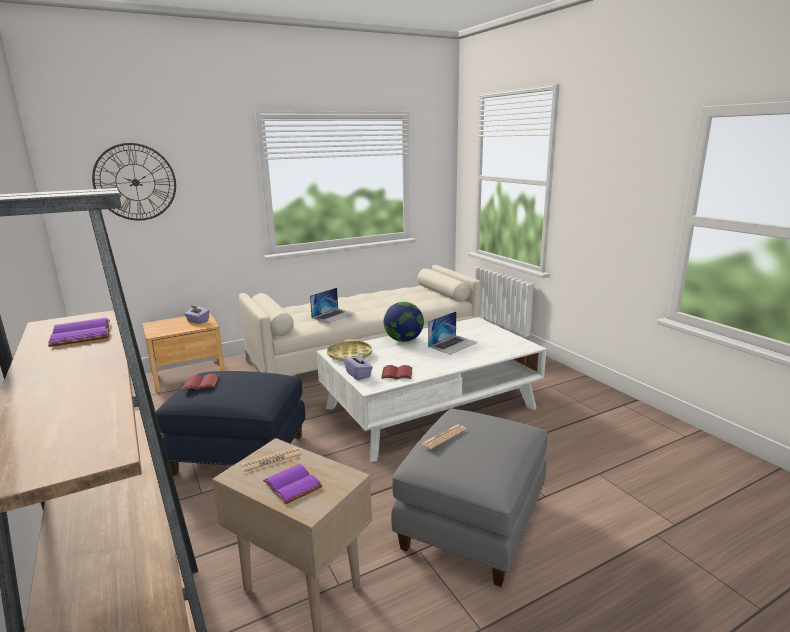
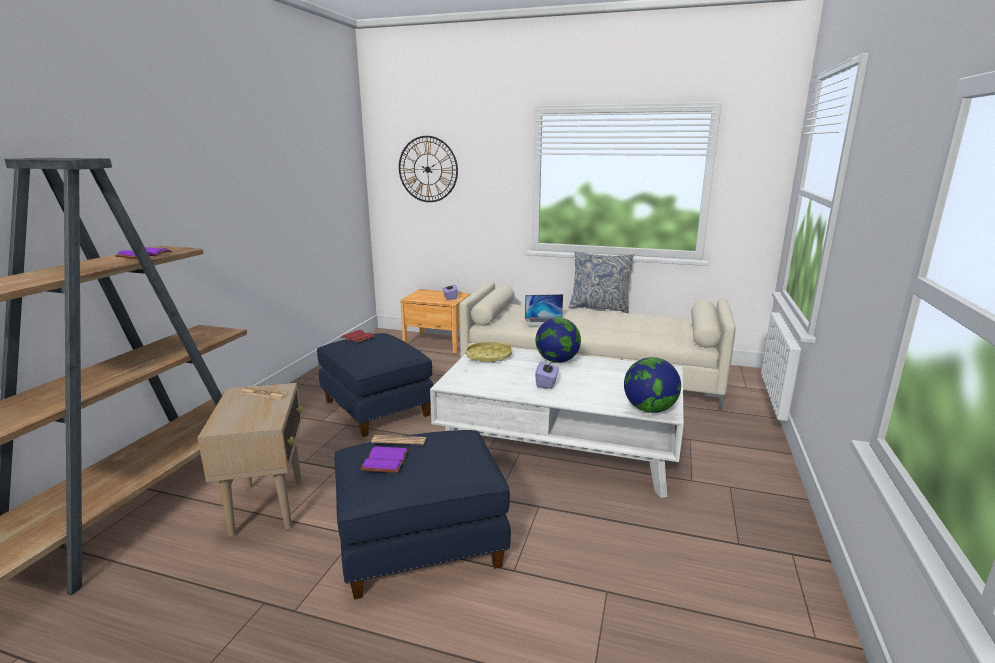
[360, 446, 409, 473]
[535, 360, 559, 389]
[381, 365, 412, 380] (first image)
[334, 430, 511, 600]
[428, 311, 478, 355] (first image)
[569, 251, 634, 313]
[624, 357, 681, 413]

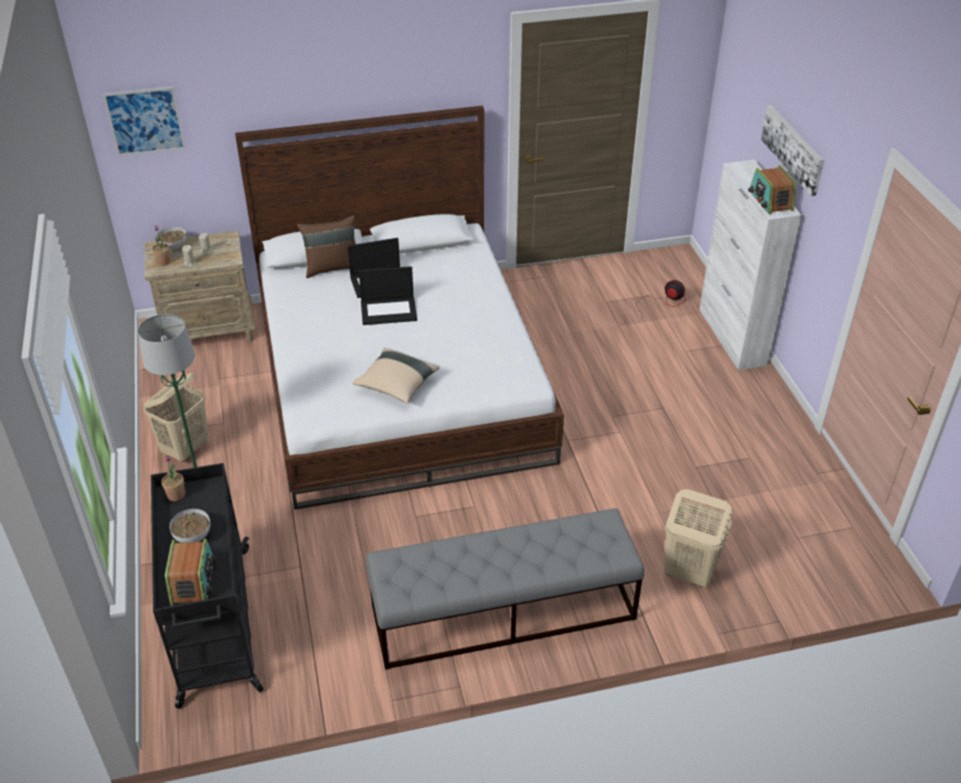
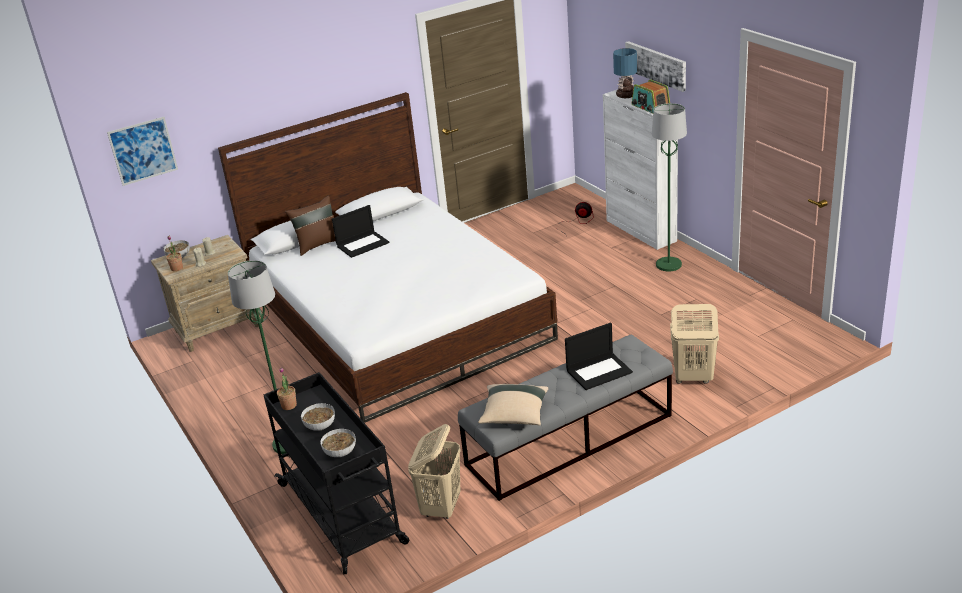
[408, 424, 461, 519]
[320, 429, 356, 457]
[478, 384, 548, 425]
[565, 323, 633, 390]
[613, 48, 637, 98]
[652, 103, 687, 271]

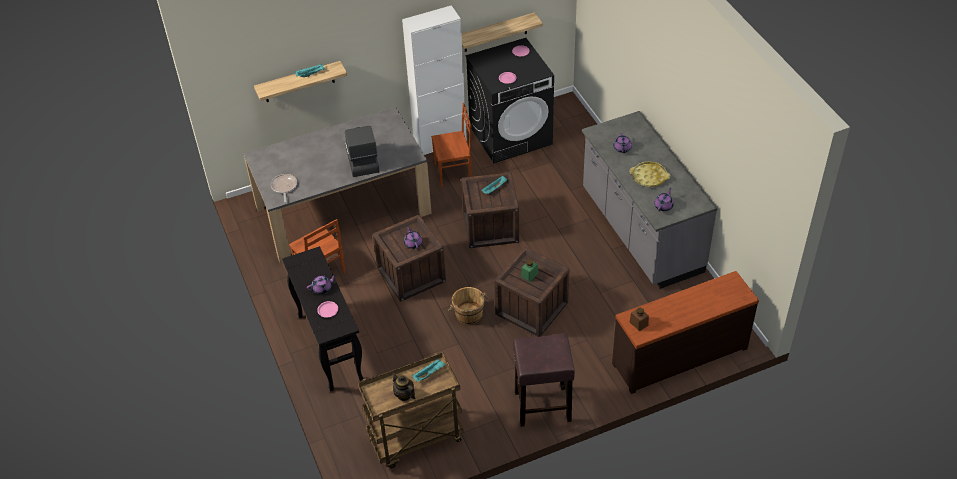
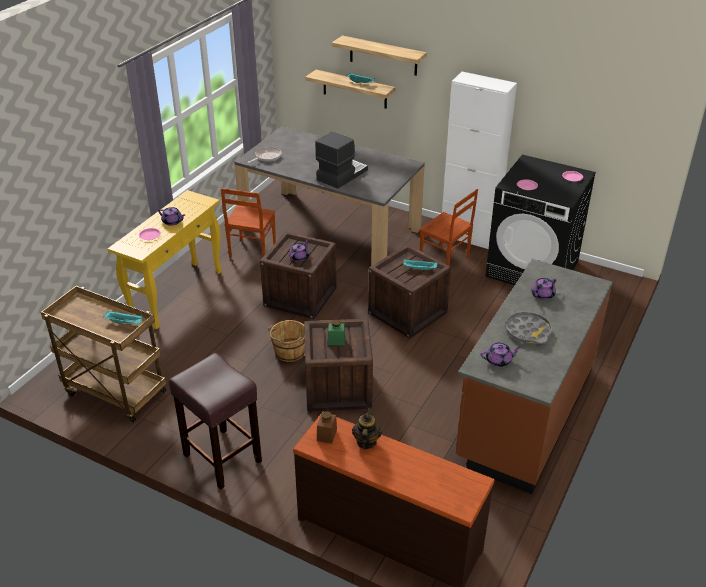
[108, 190, 222, 329]
[352, 407, 382, 450]
[332, 35, 427, 76]
[456, 259, 613, 494]
[505, 310, 552, 344]

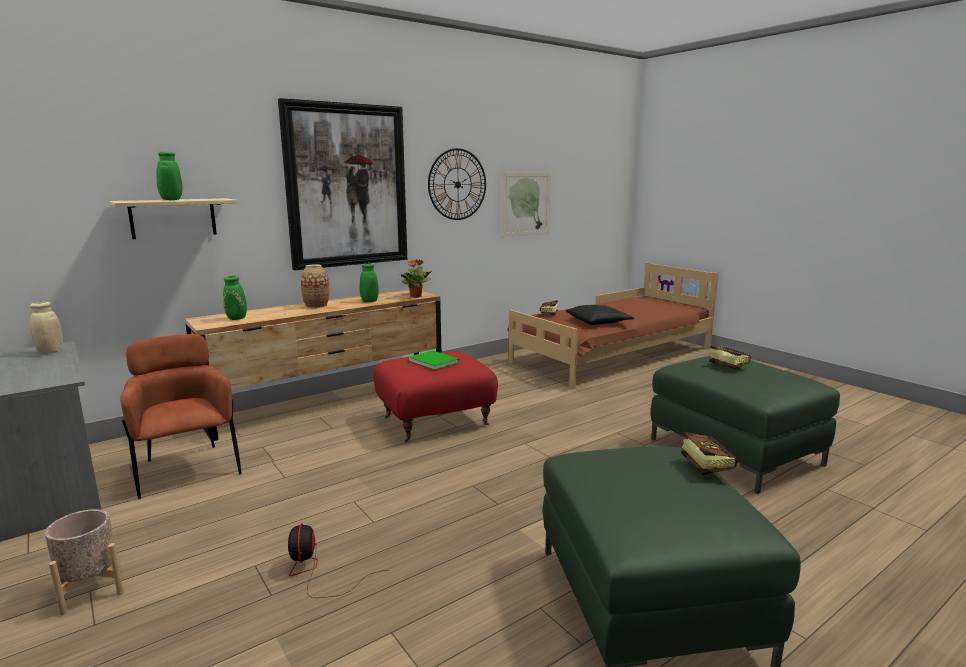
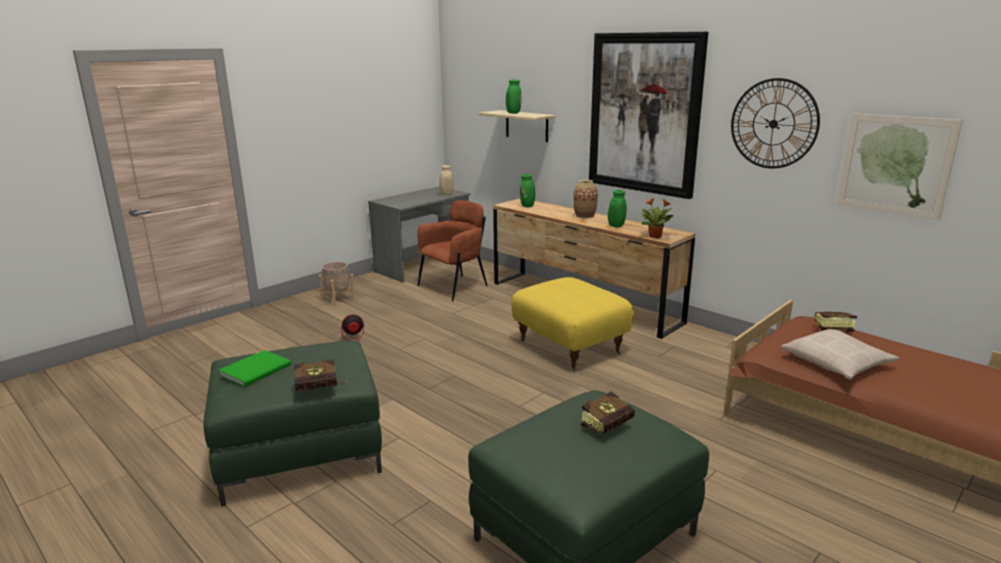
[511, 277, 634, 371]
[219, 350, 291, 387]
[781, 329, 899, 380]

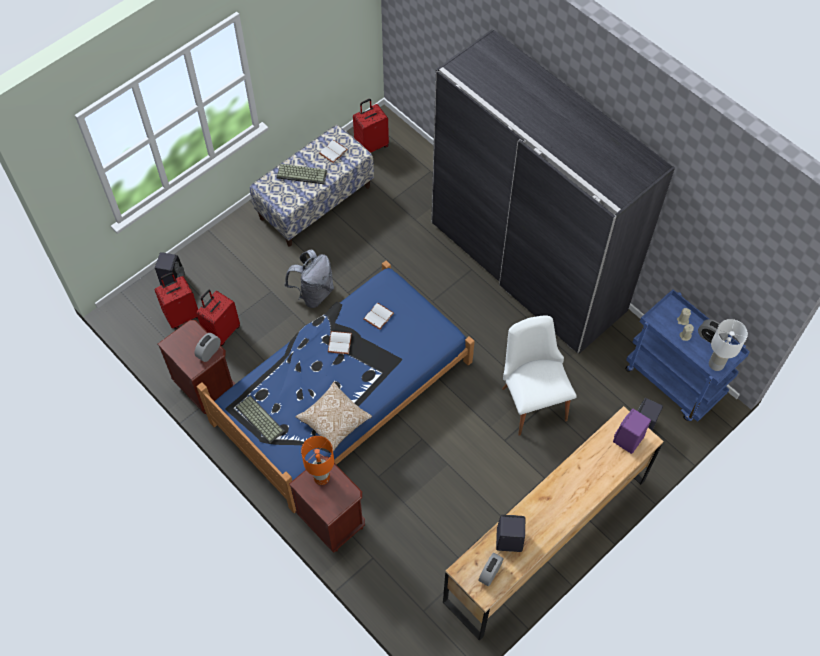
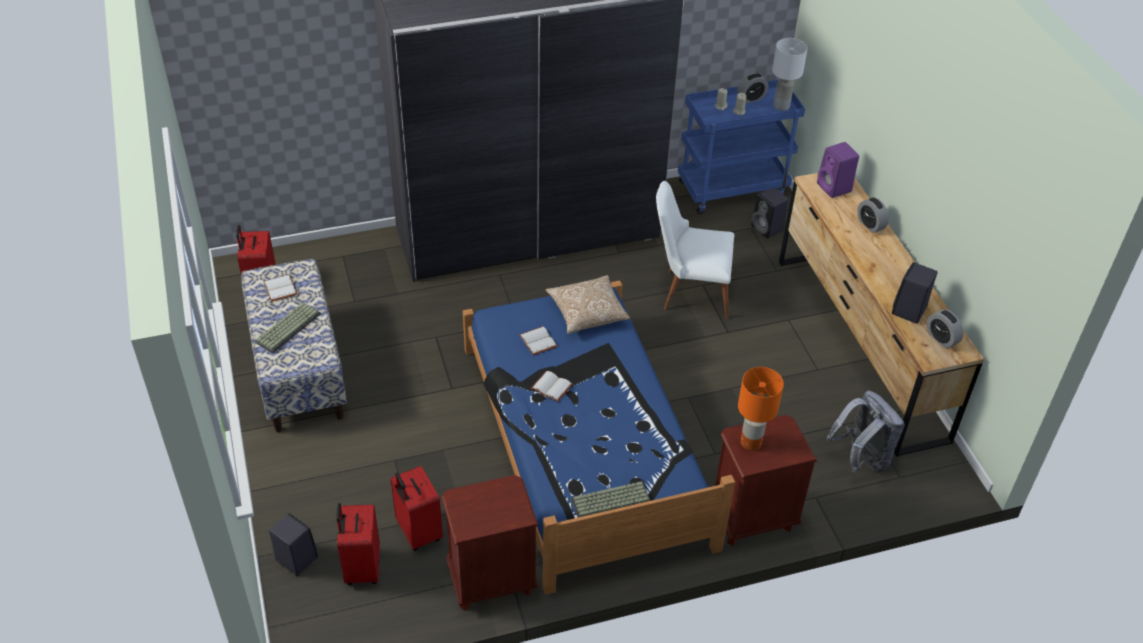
[857, 197, 889, 233]
[827, 391, 905, 474]
[546, 275, 630, 334]

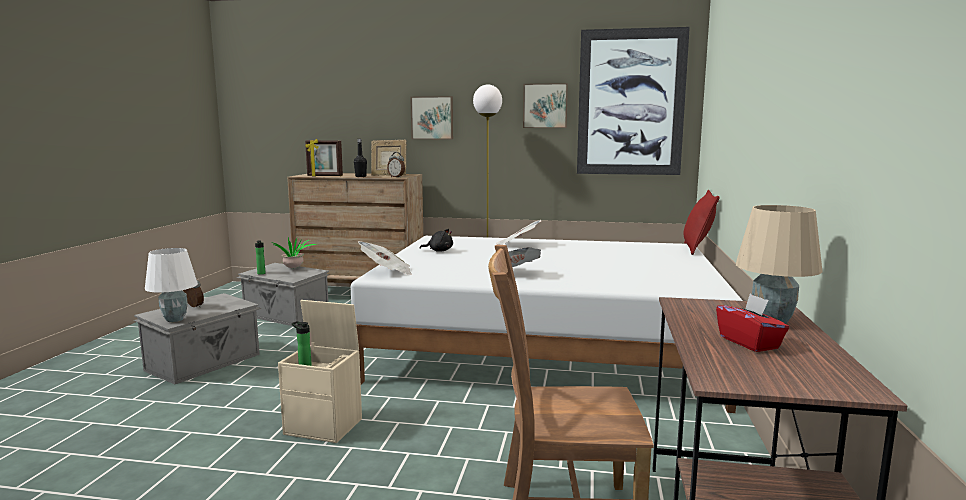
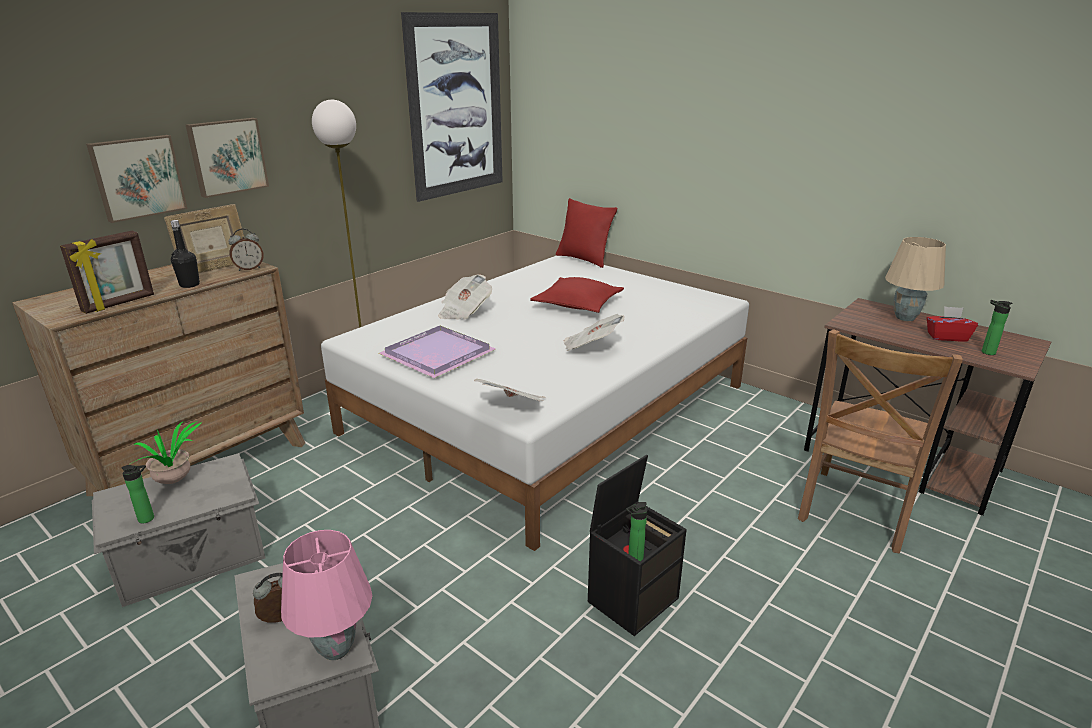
[281, 530, 372, 660]
[588, 455, 687, 636]
[378, 326, 496, 378]
[86, 135, 188, 223]
[530, 277, 624, 313]
[982, 300, 1013, 355]

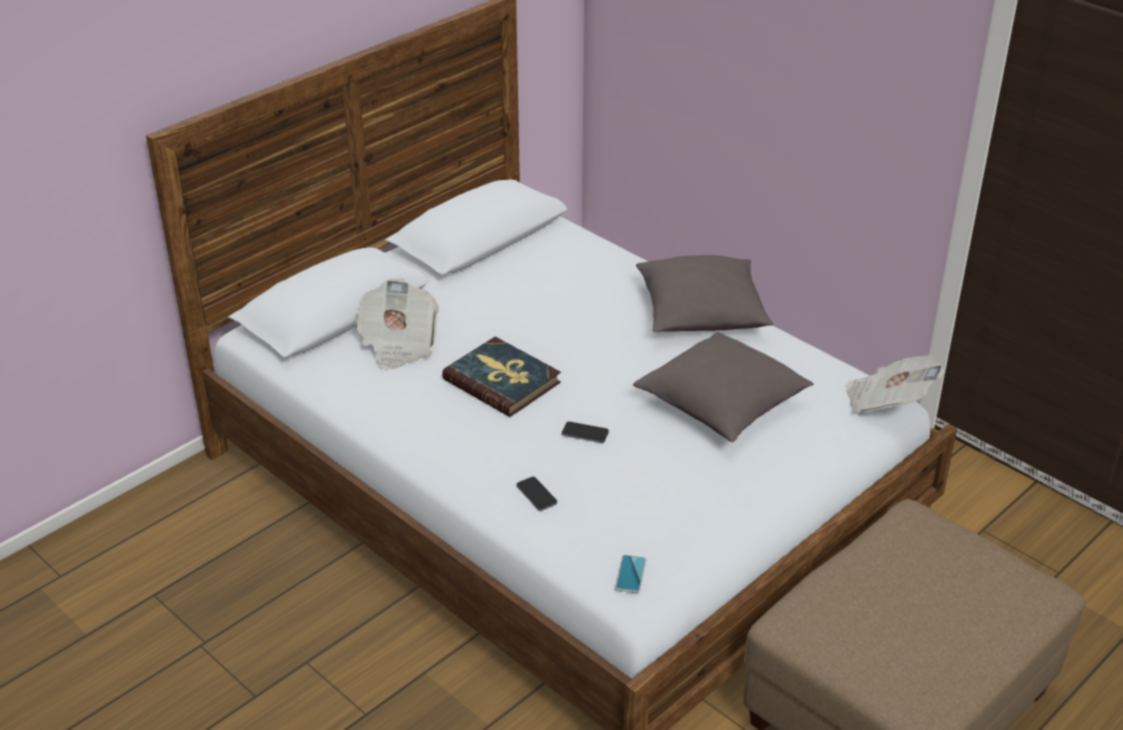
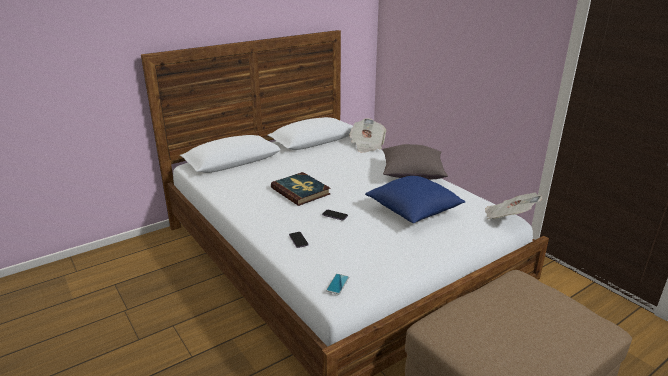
[349, 118, 386, 153]
[365, 176, 466, 223]

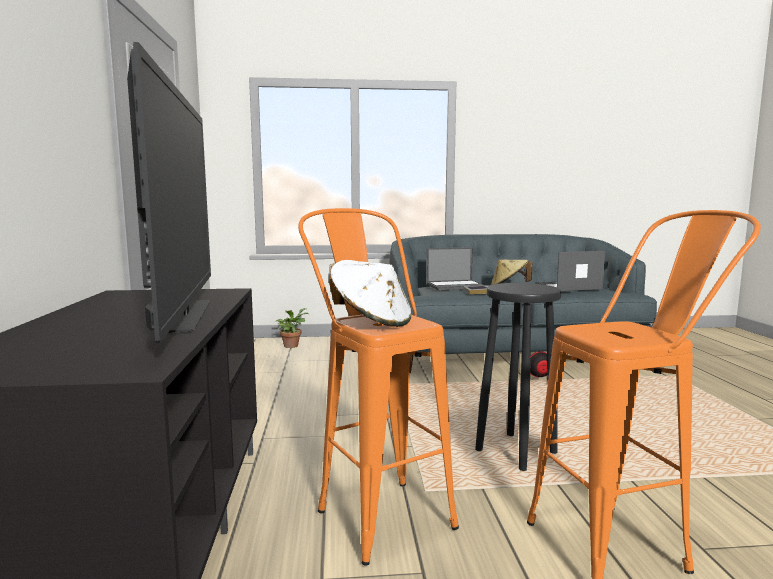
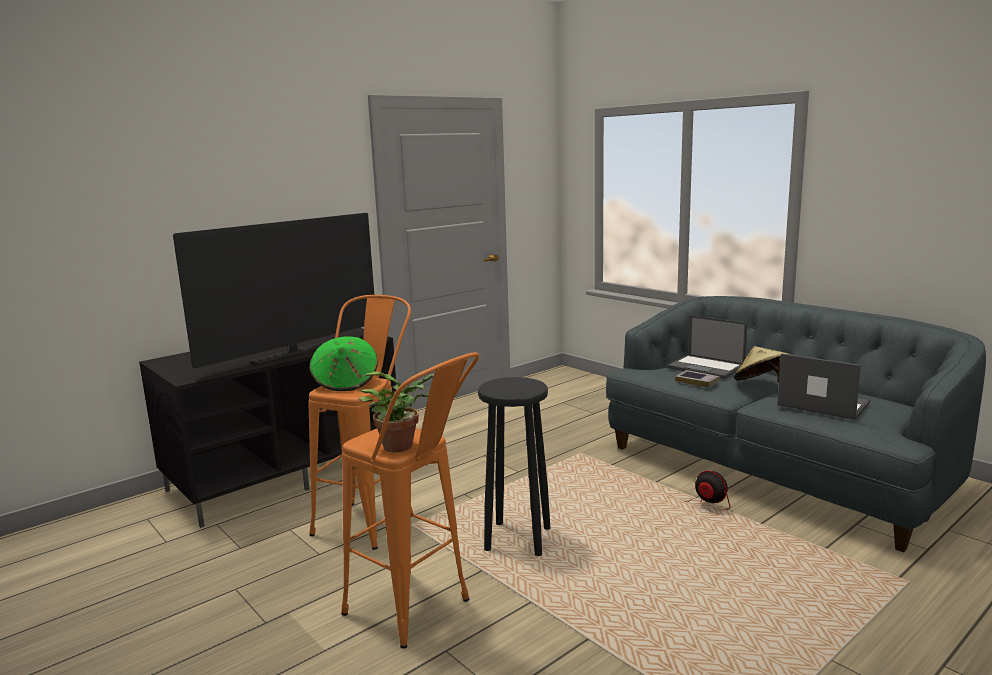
[359, 371, 434, 452]
[309, 336, 378, 391]

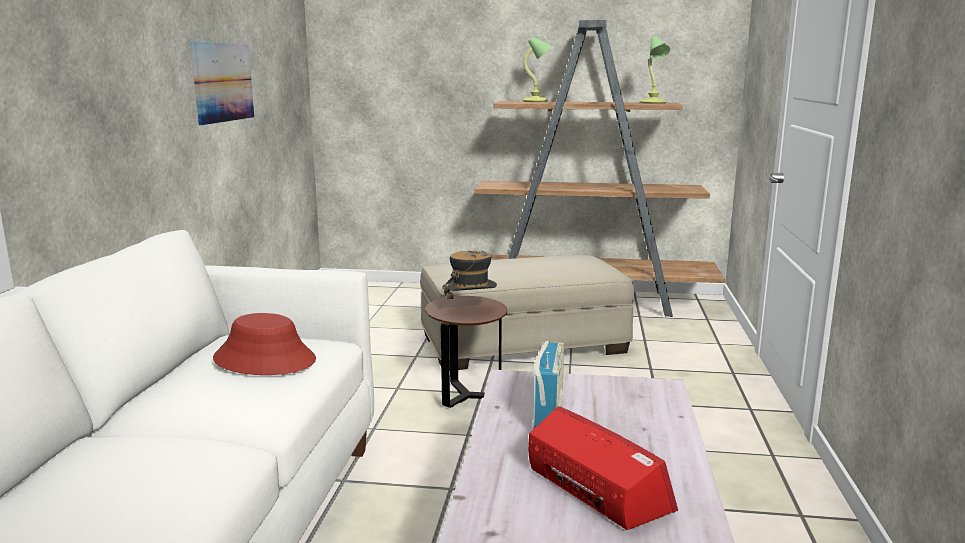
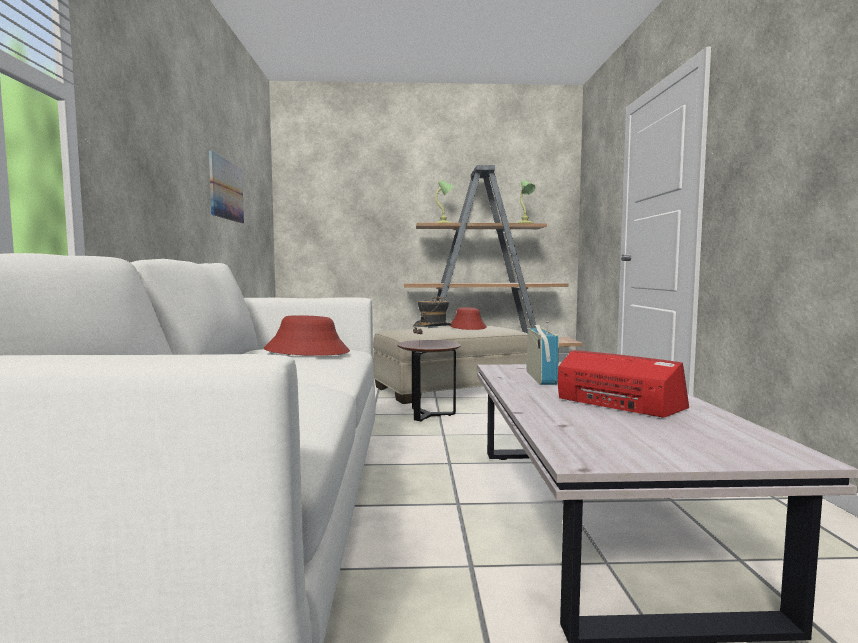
[449, 307, 487, 330]

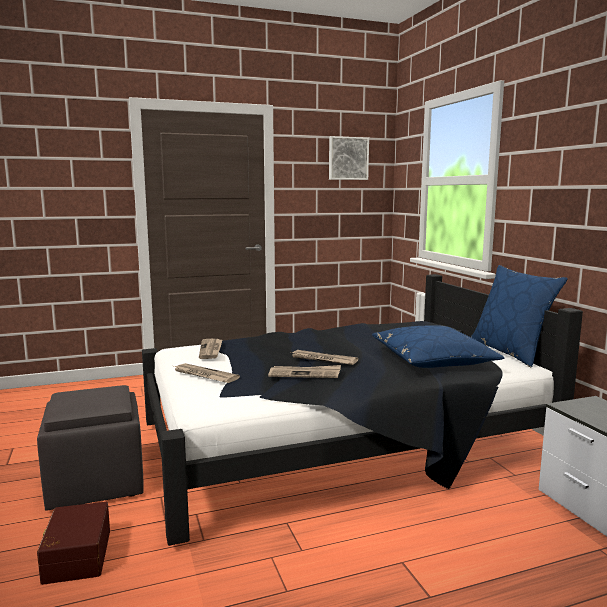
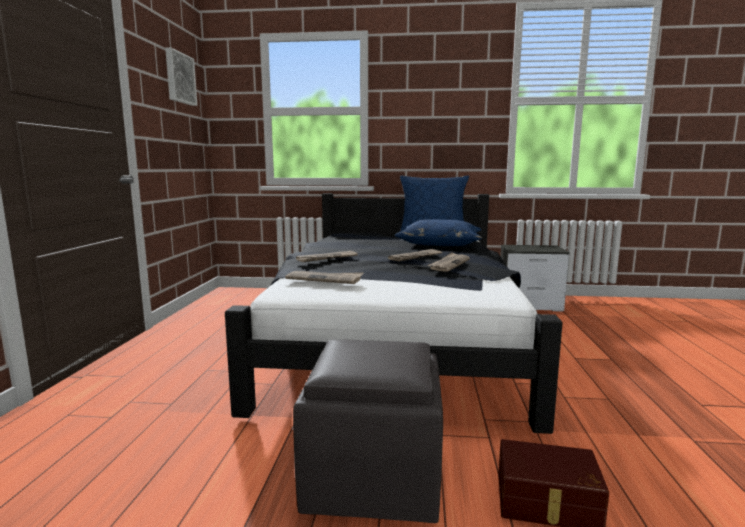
[296, 251, 358, 262]

